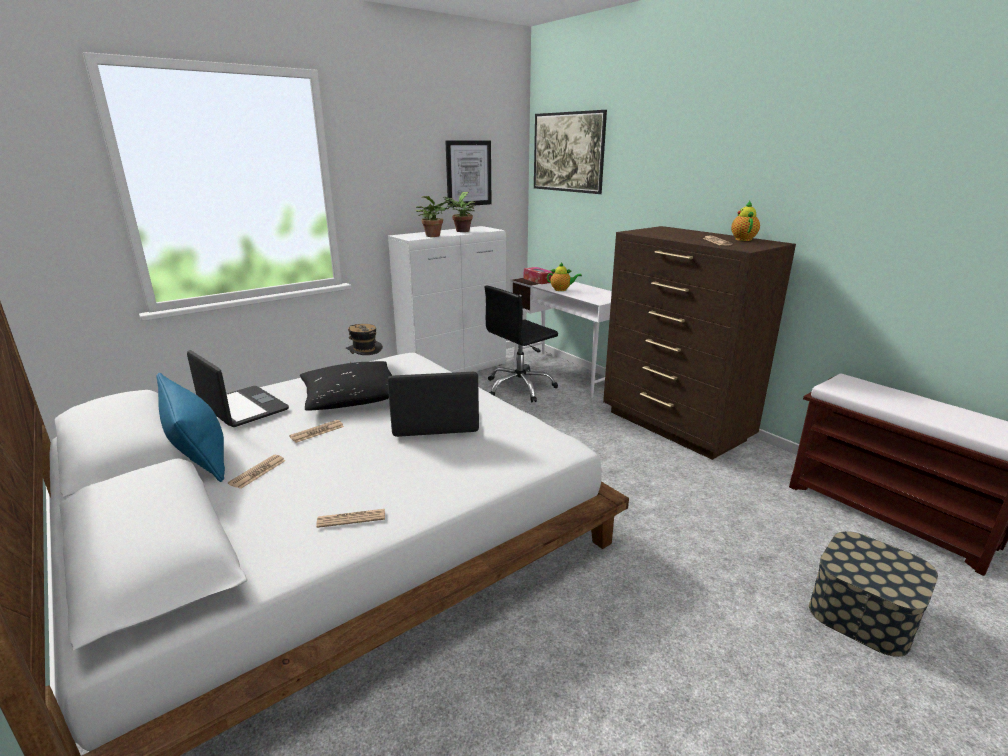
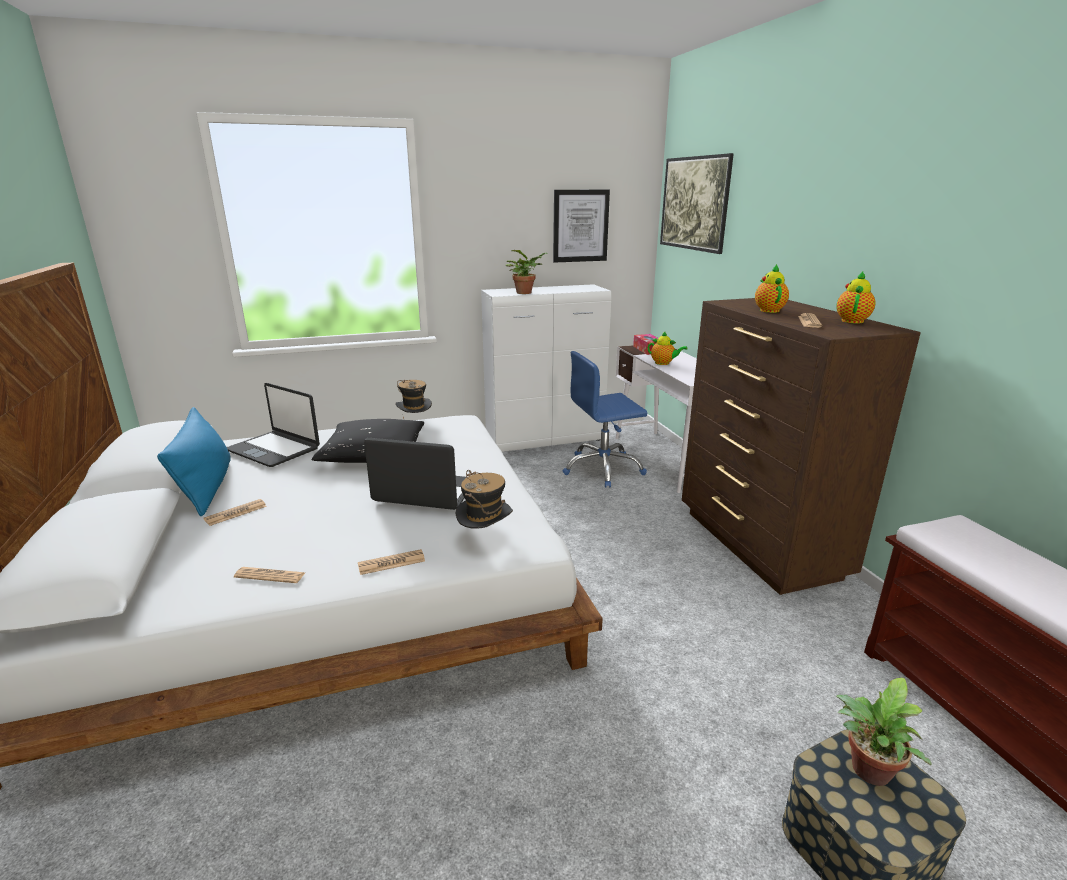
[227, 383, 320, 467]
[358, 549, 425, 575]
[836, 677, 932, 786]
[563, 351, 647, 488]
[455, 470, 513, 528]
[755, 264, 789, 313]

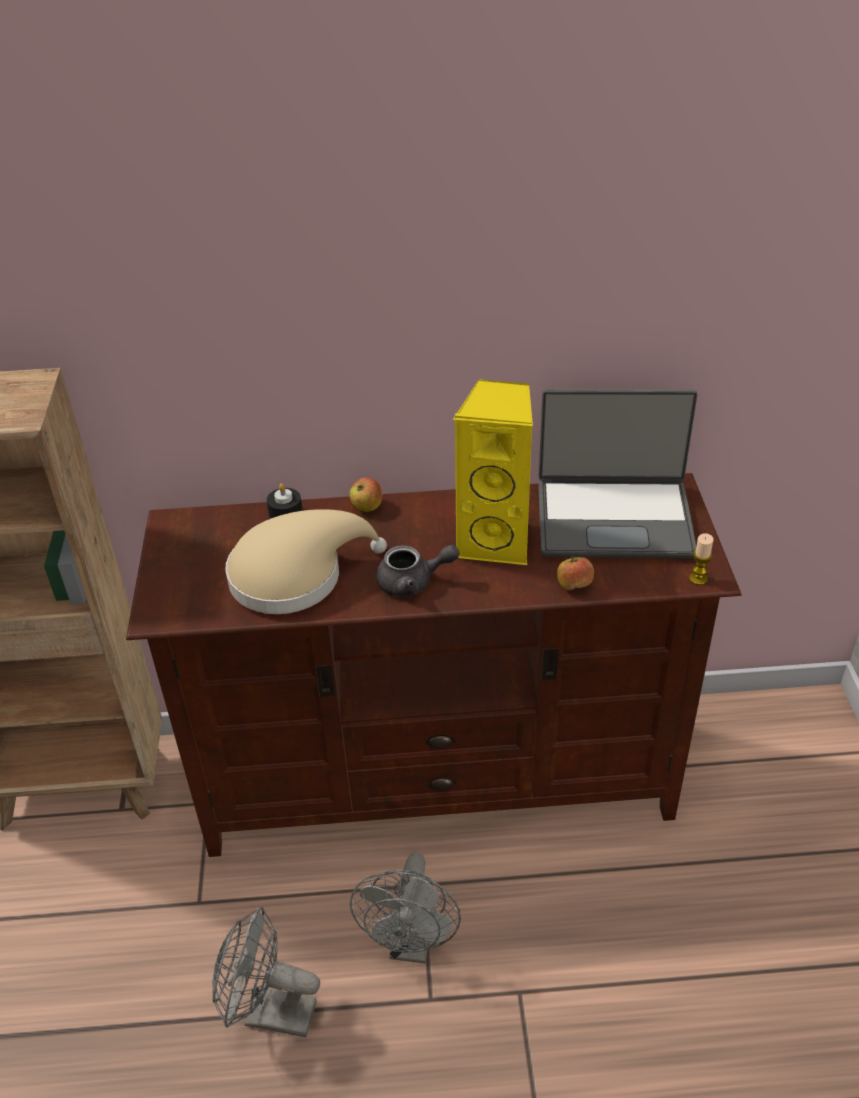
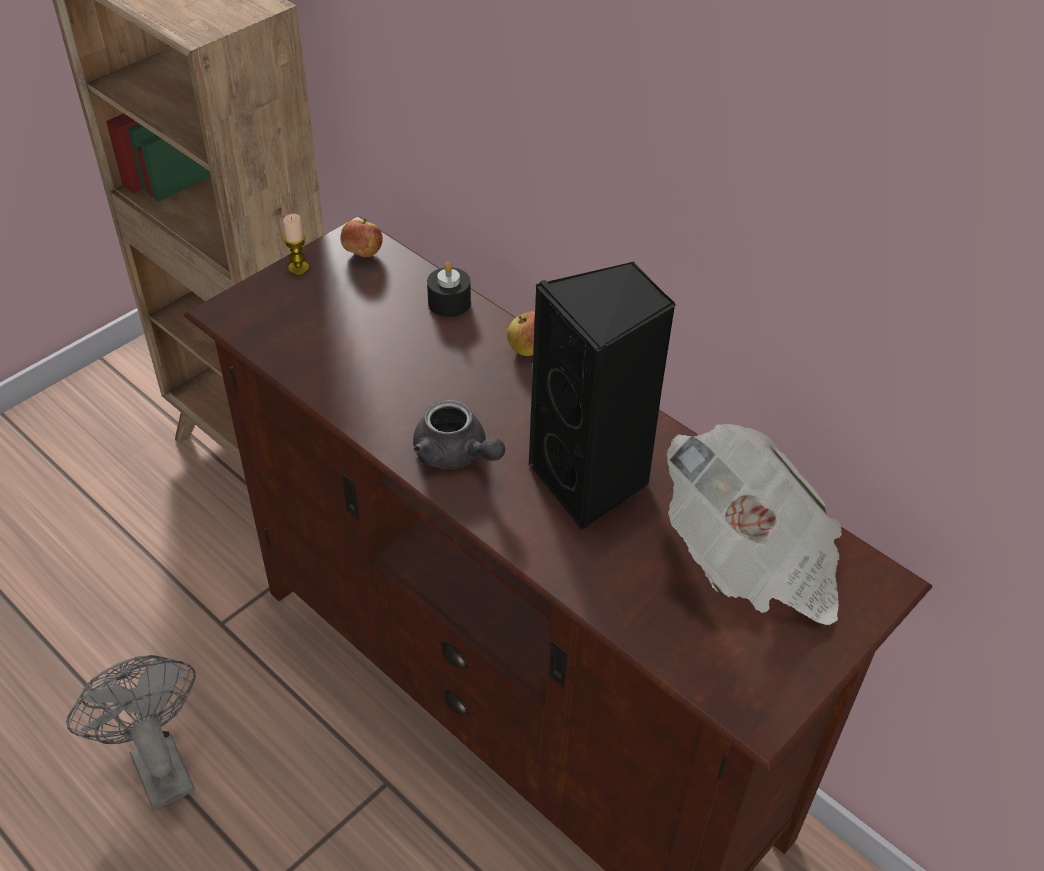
[225, 509, 387, 614] (first image)
[350, 852, 461, 963] (first image)
[528, 262, 676, 530]
[667, 424, 842, 625]
[340, 218, 383, 257]
[283, 214, 309, 275]

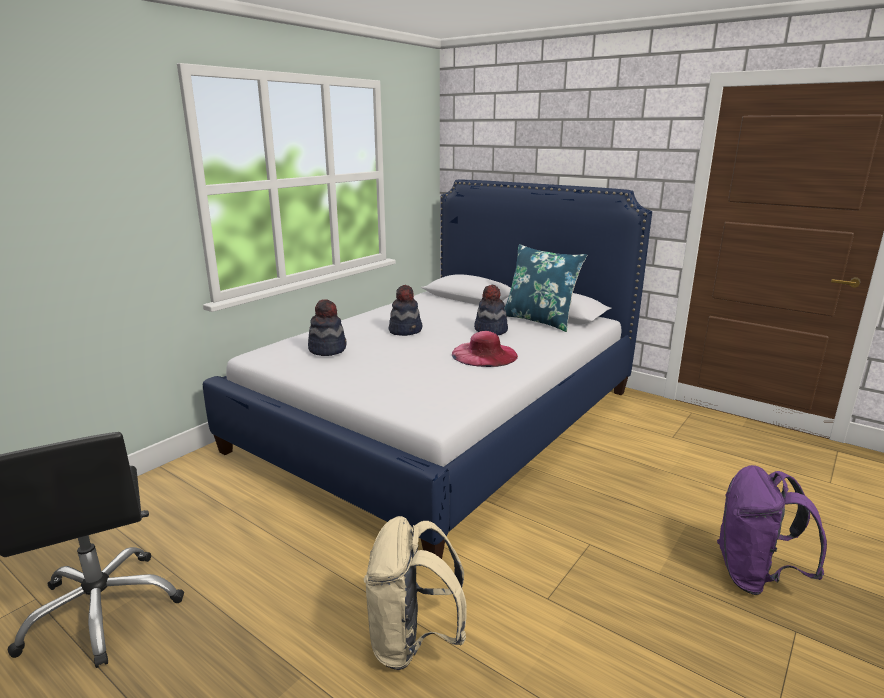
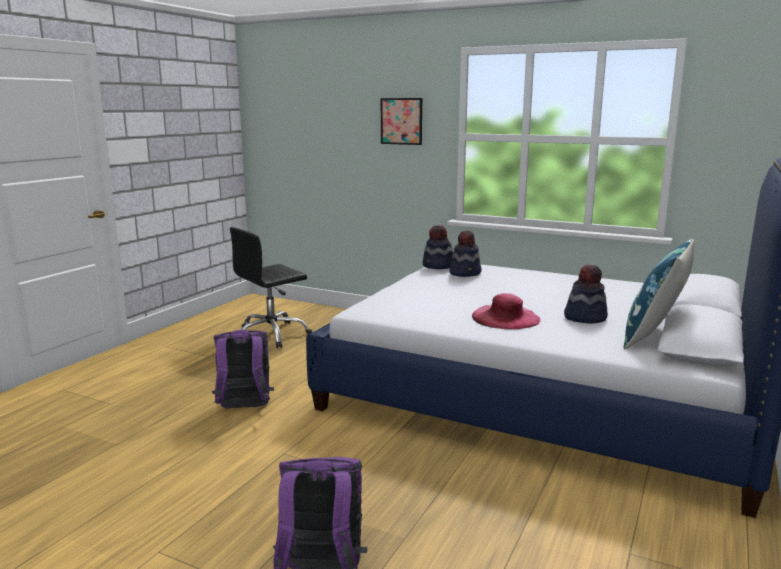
[212, 330, 274, 408]
[422, 225, 453, 269]
[381, 98, 422, 145]

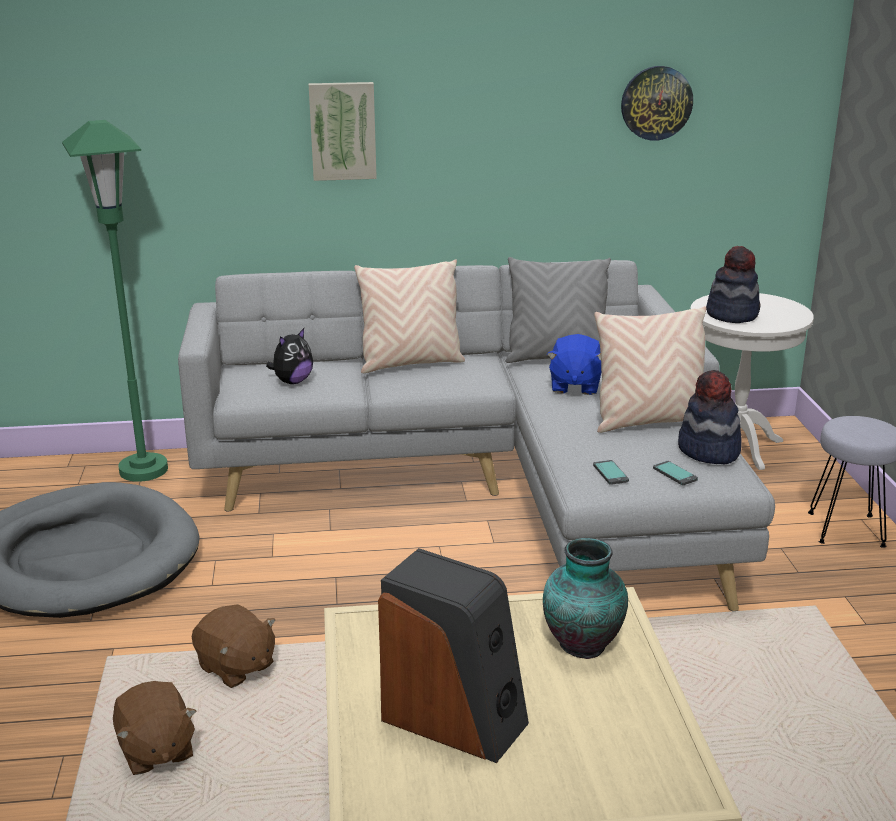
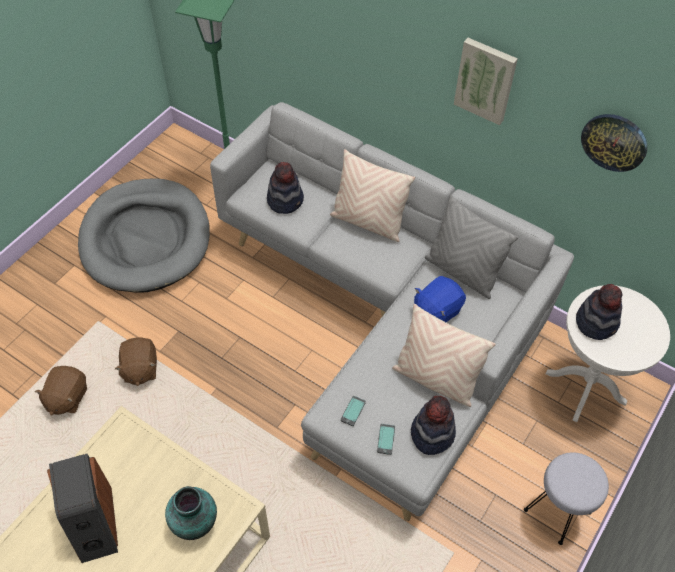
[267, 162, 304, 214]
[454, 38, 518, 125]

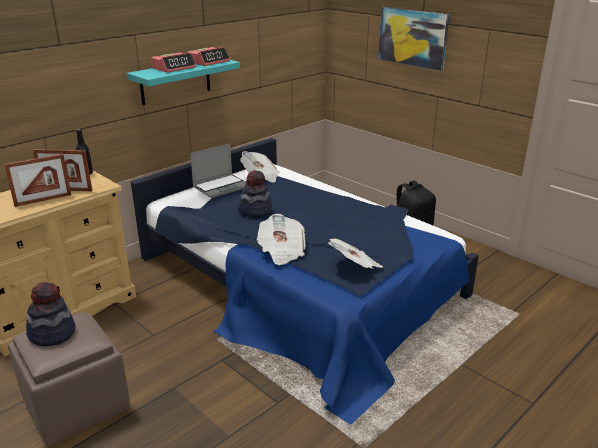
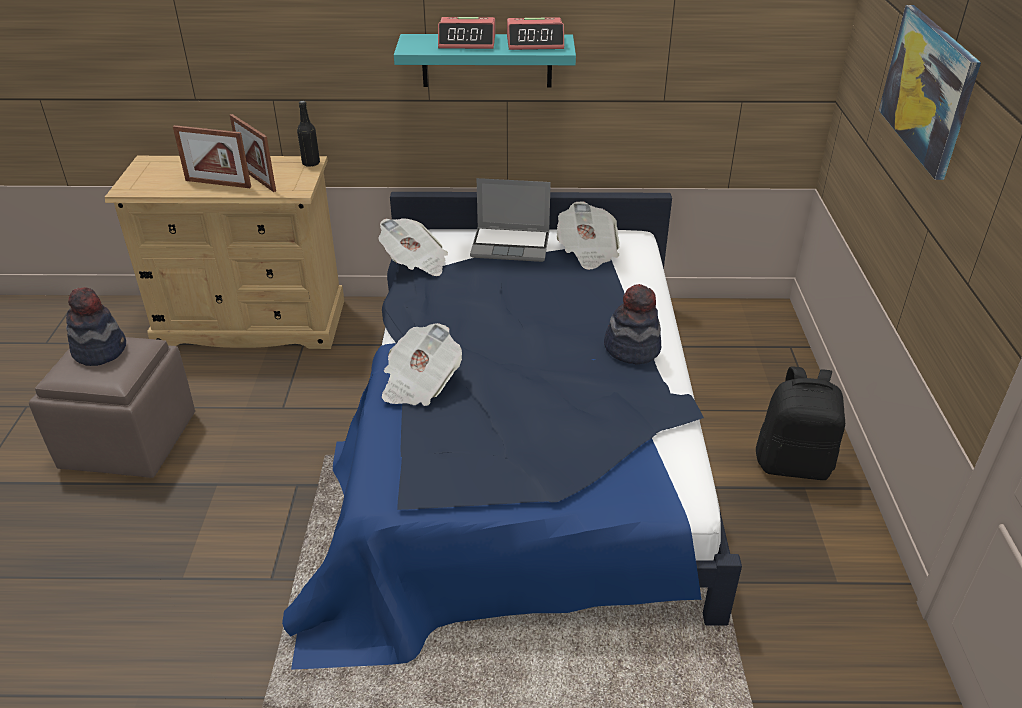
[604, 284, 661, 365]
[379, 218, 448, 276]

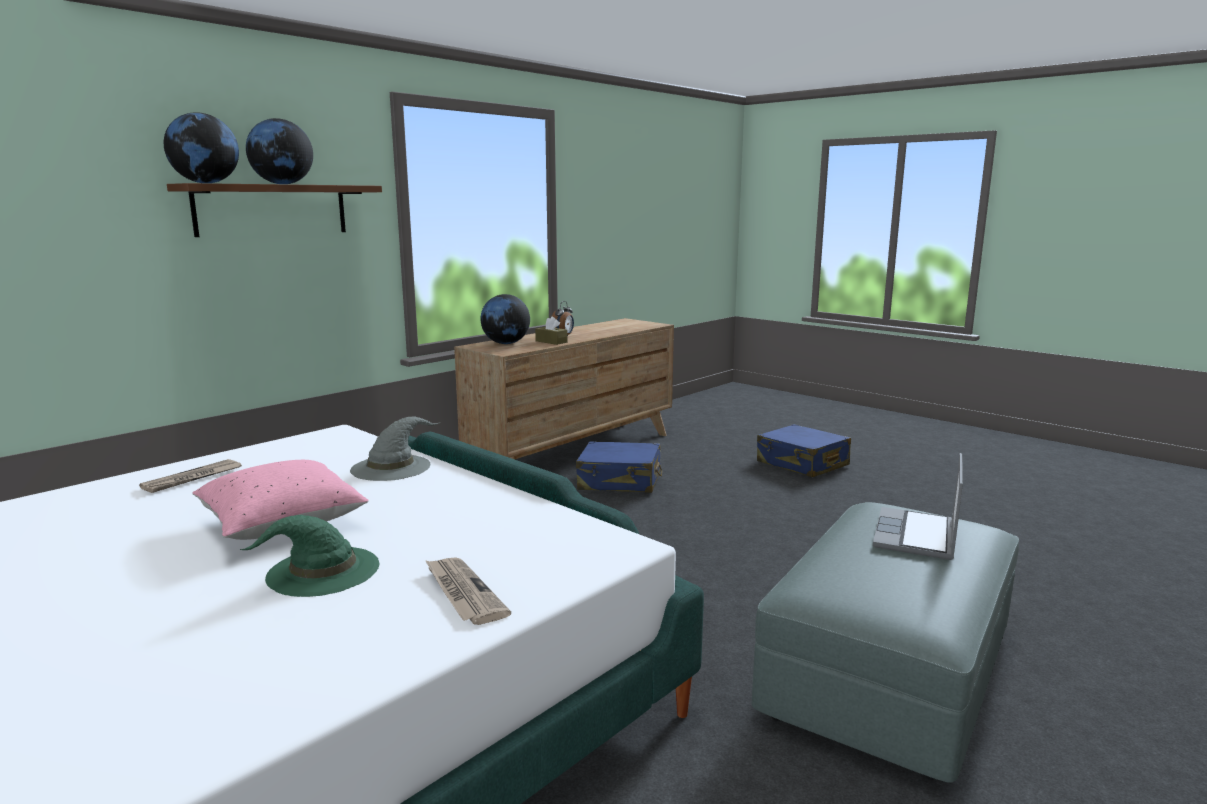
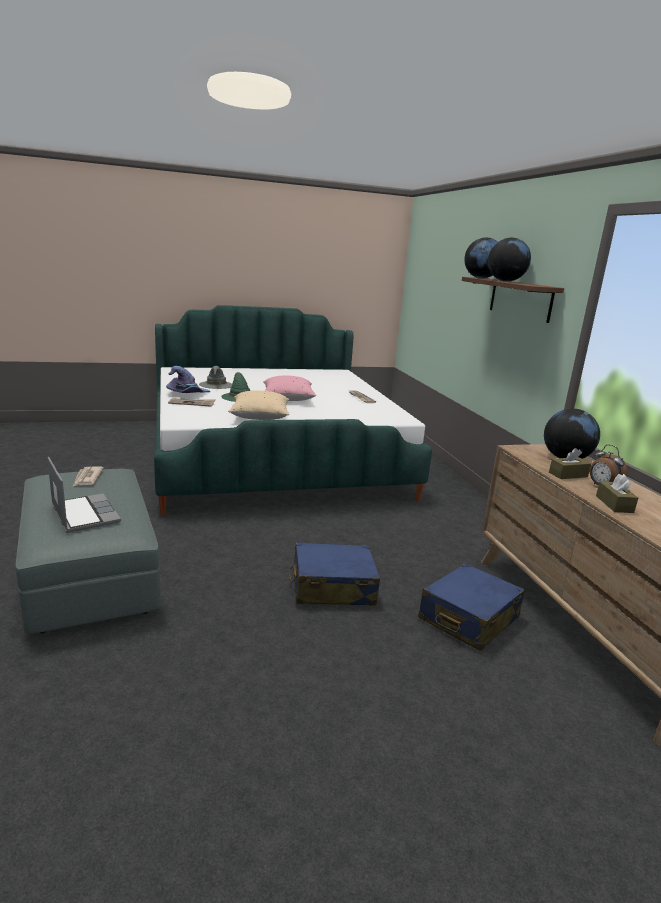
[199, 366, 232, 389]
[289, 542, 380, 606]
[73, 466, 104, 486]
[166, 366, 210, 393]
[228, 390, 289, 420]
[596, 474, 638, 513]

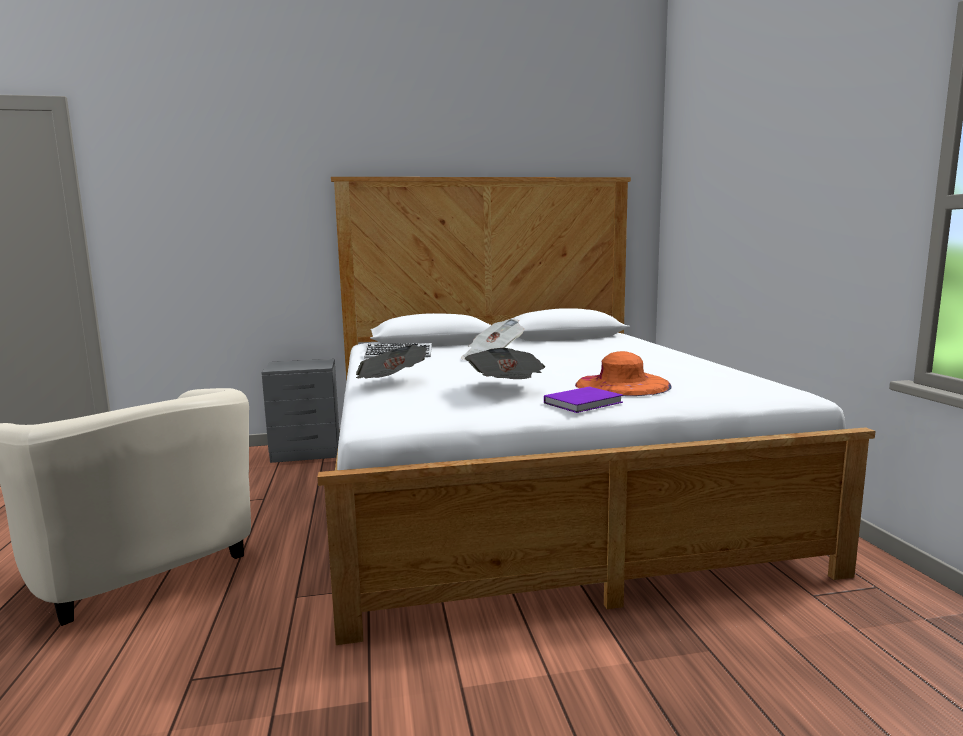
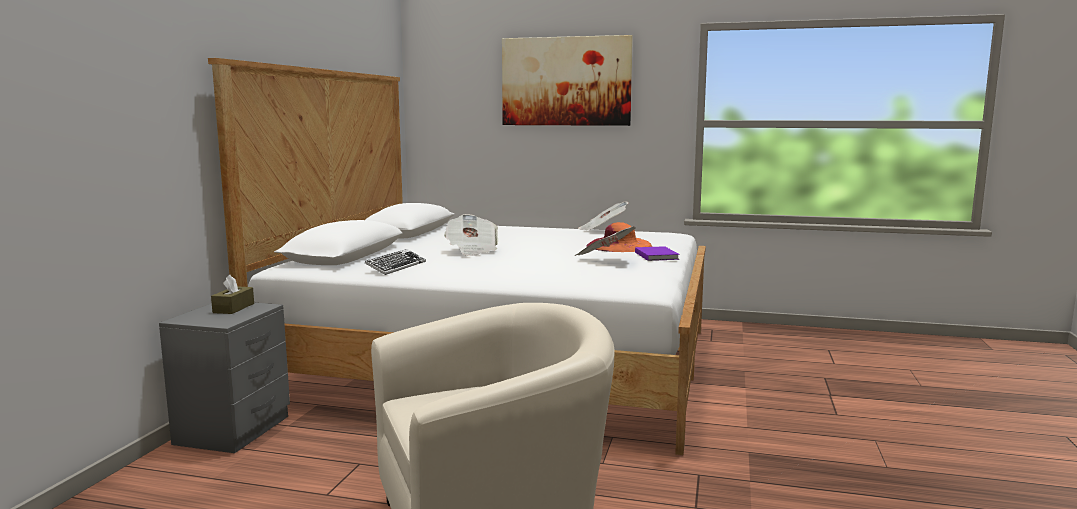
[578, 201, 629, 230]
[211, 275, 254, 314]
[502, 35, 633, 126]

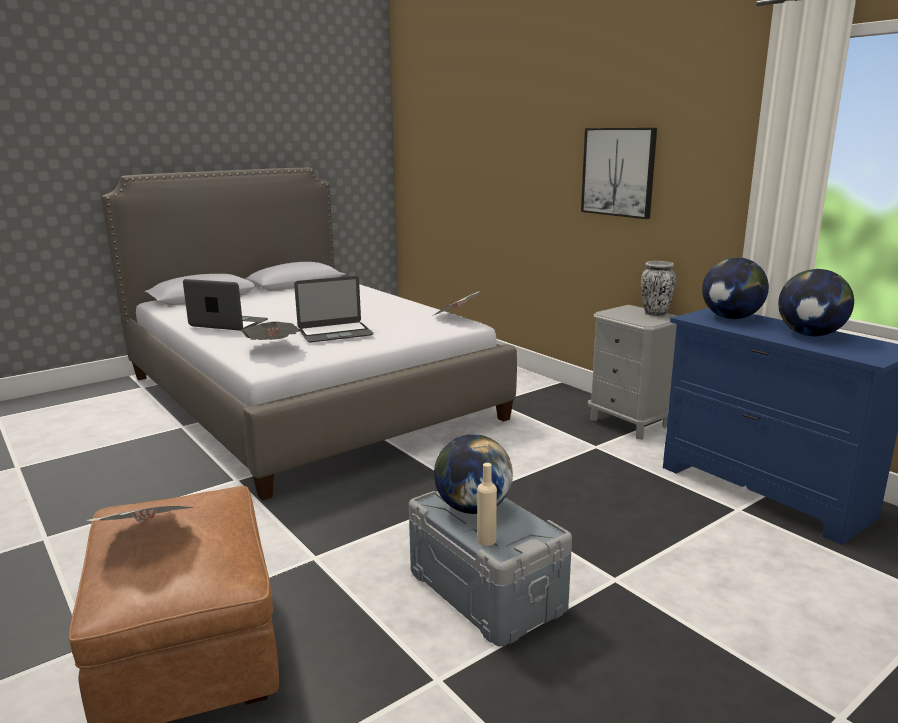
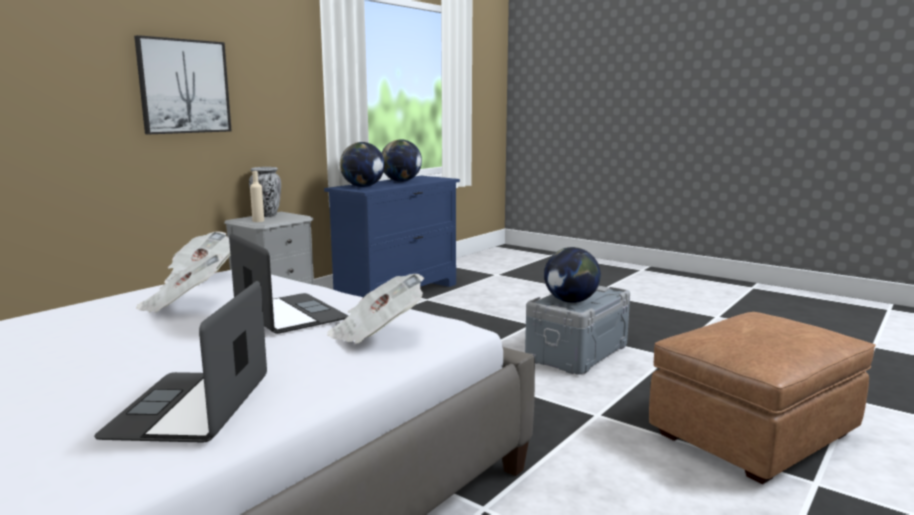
[136, 254, 223, 313]
[250, 171, 264, 222]

